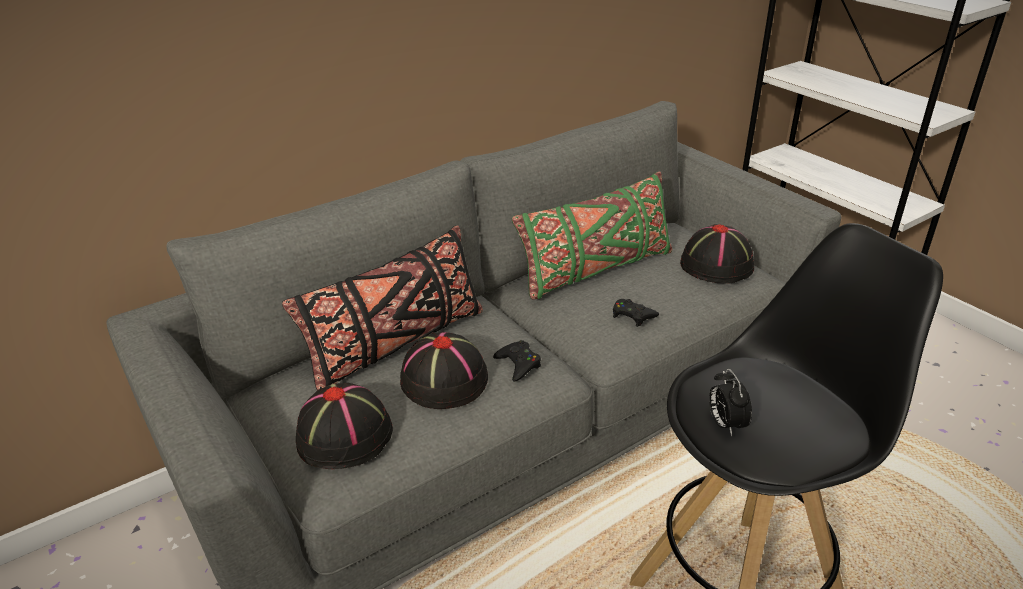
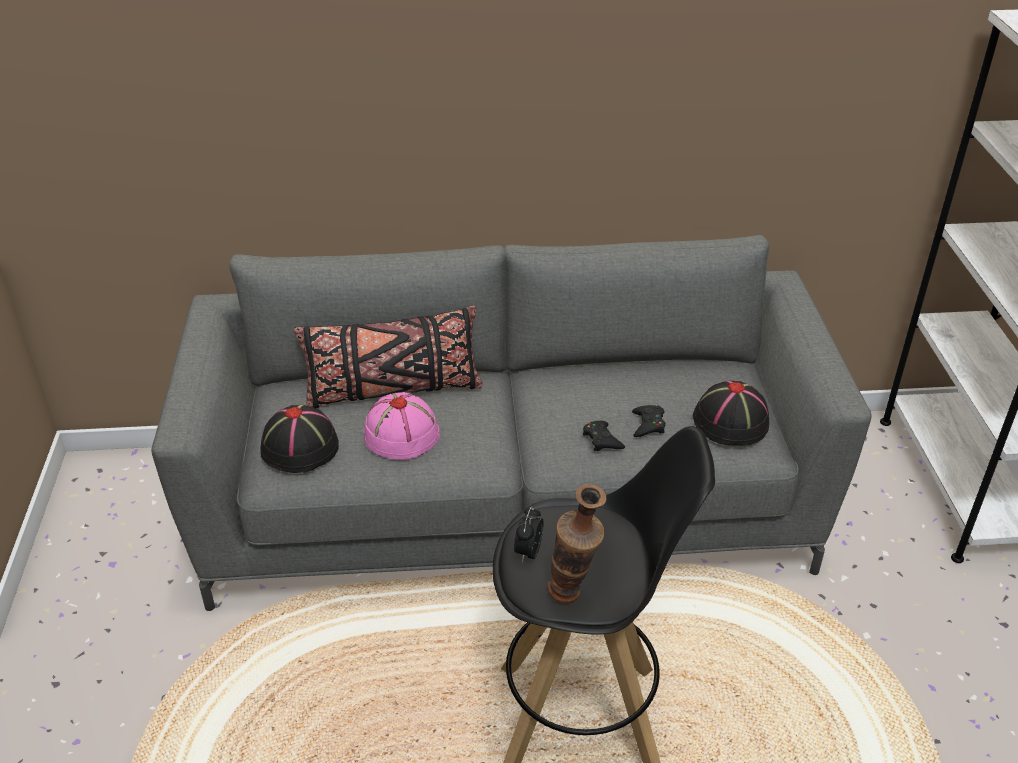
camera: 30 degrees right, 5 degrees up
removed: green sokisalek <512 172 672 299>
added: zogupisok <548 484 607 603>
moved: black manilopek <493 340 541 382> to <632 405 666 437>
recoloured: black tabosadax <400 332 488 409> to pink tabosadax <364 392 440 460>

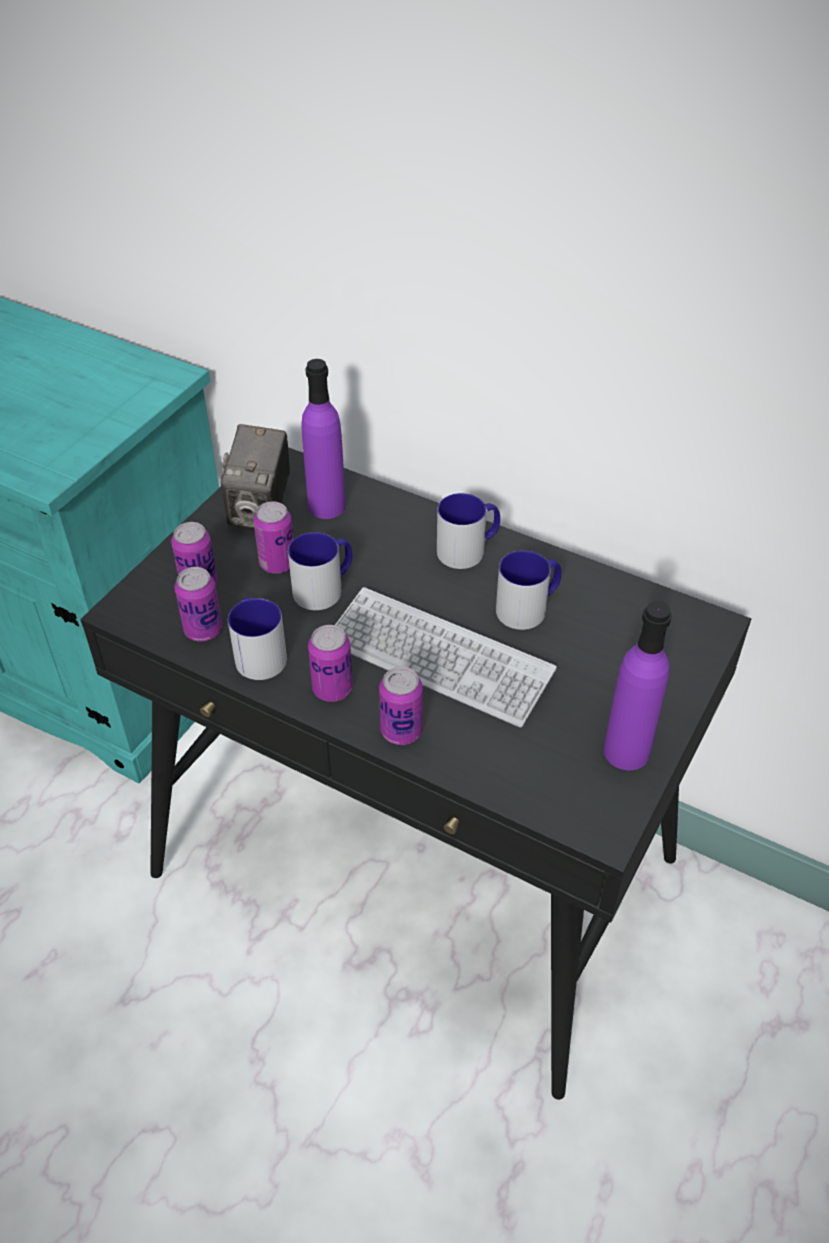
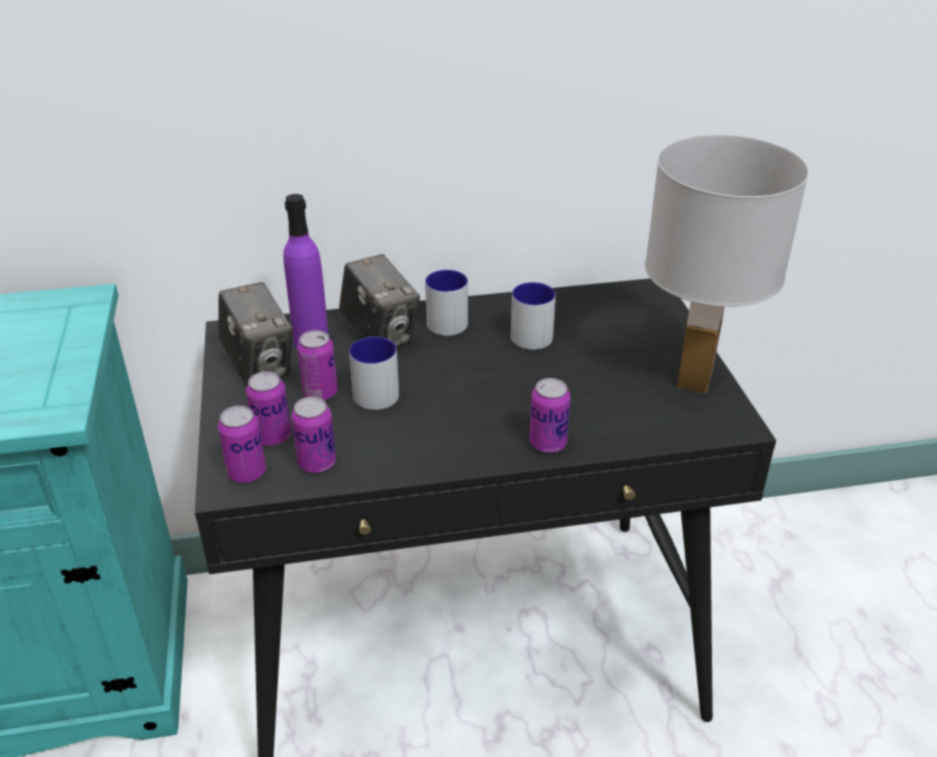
camera: 40 degrees left, 10 degrees down
removed: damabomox <335 587 557 728>; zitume <228 597 287 680>
added: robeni <339 254 420 347>
moved: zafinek <308 625 353 702> to <218 405 266 483>
replaced: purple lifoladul <604 601 672 770> to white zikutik <645 135 809 393>

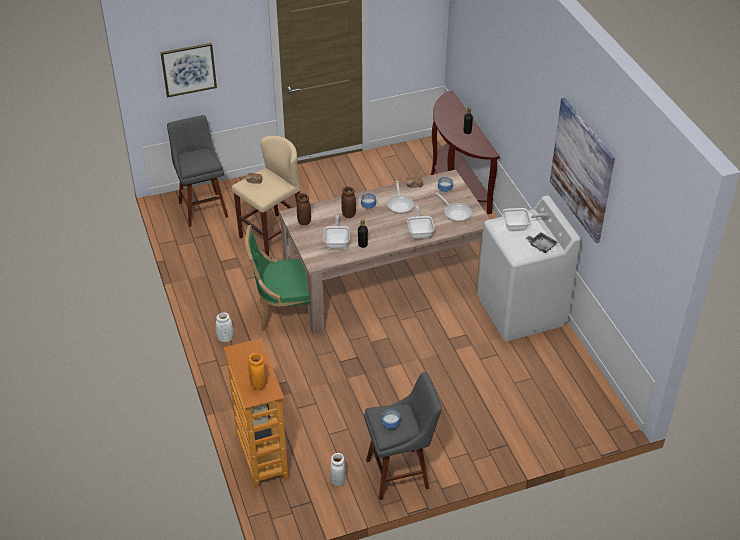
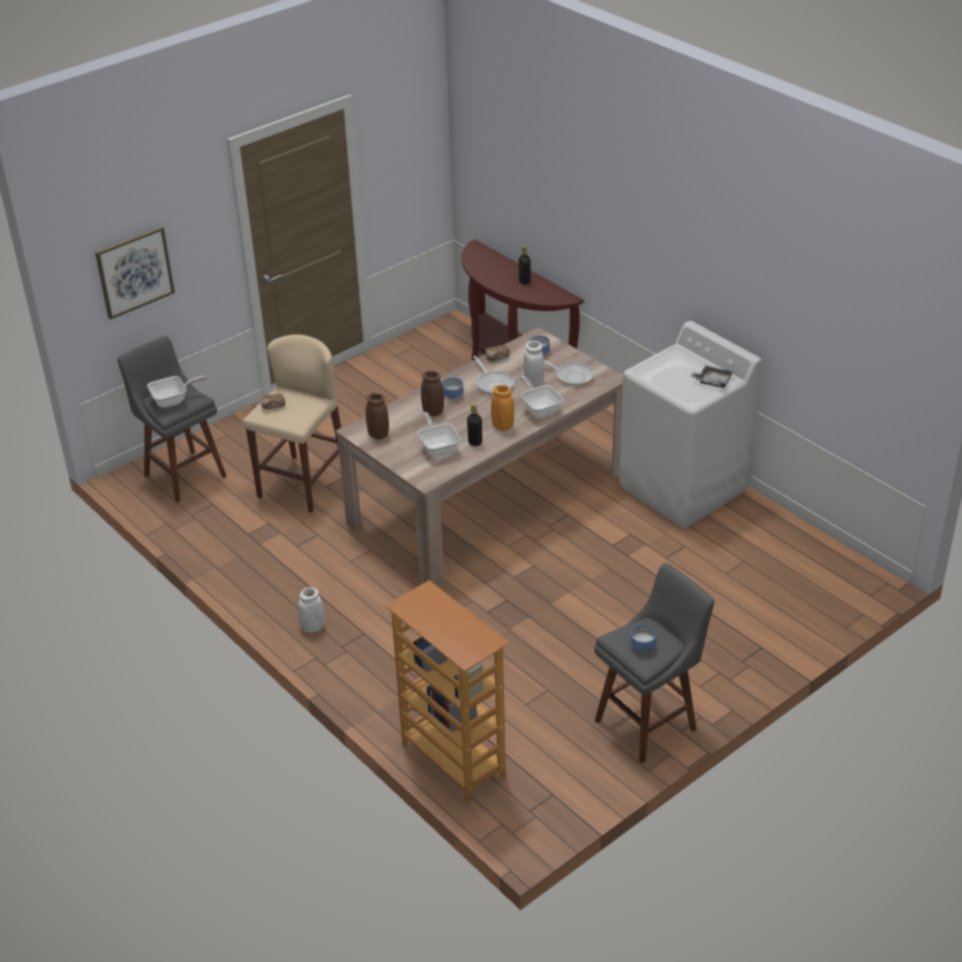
camera: 20 degrees left, 5 degrees down
removed: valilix <550 98 615 243>; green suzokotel <245 225 310 331>
moved: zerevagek <503 208 548 231> to <147 376 208 408>; orange zogupisok <248 353 267 389> to <491 385 514 431>; white zogupisok <330 453 346 486> to <524 341 544 386>

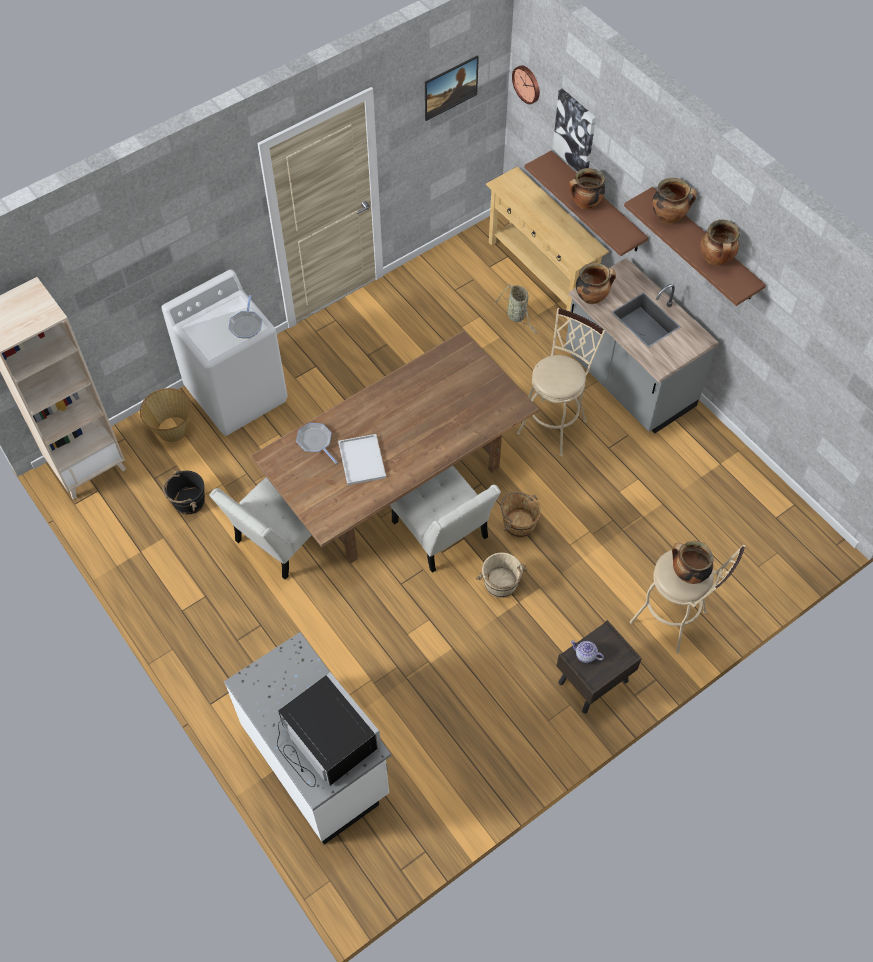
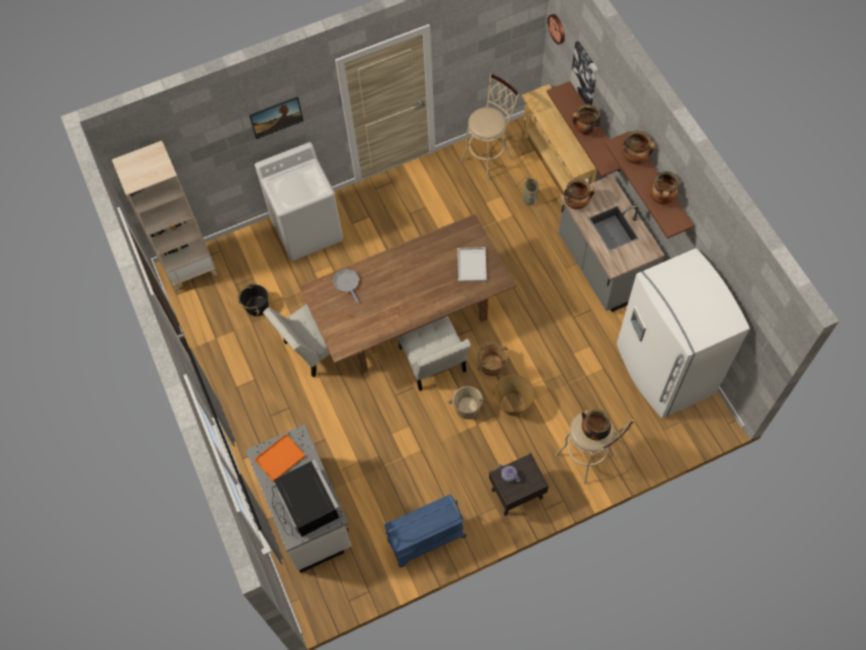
camera: 15 degrees right, 5 degrees up
removed: zerevagek <228 295 262 338>
added: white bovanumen <617 248 750 418>; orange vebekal <254 433 306 482>; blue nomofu <384 494 466 568>
moved: valilix <425 55 479 121> to <249 96 303 139>; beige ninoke <517 308 605 457> to <461 73 519 181>; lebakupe <140 388 192 442> to <493 375 535 416>; white vebekal <338 434 386 485> to <457 247 487 282>

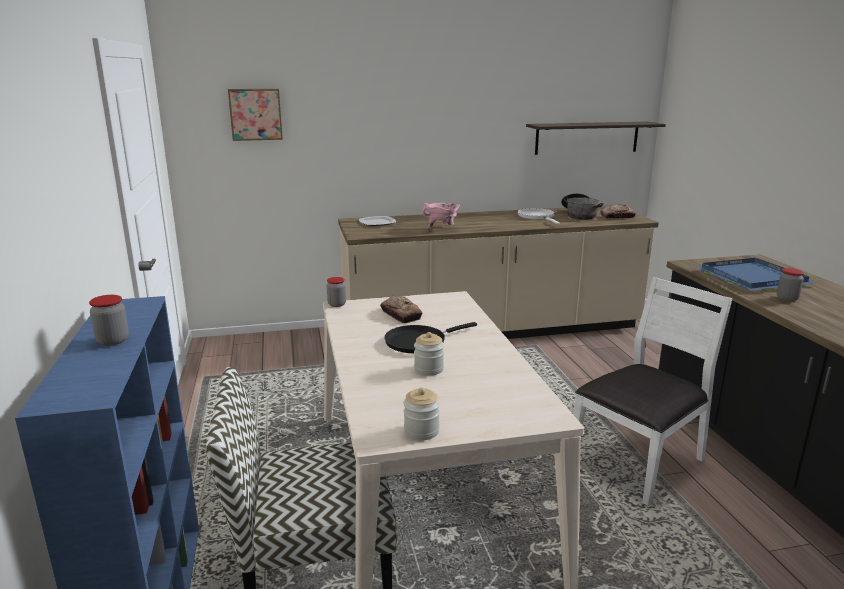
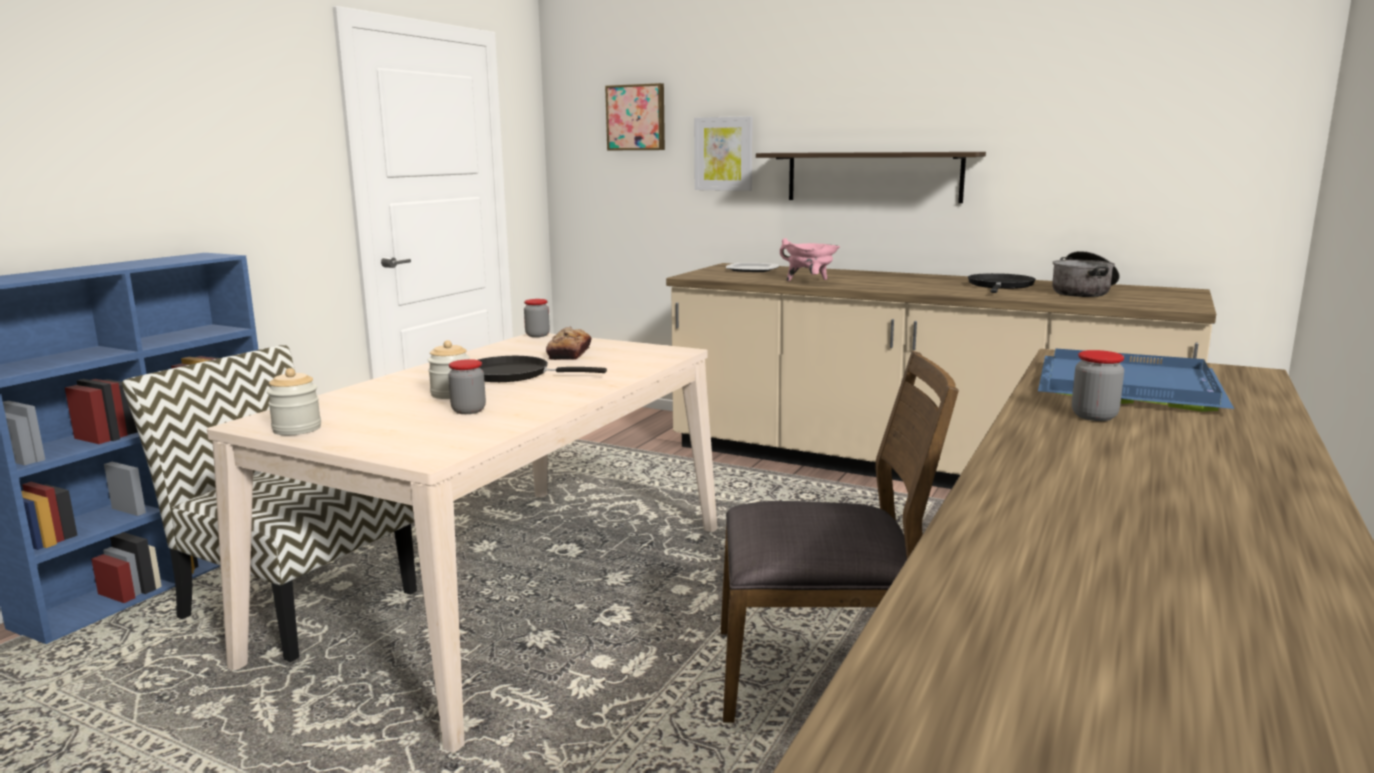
camera: 40 degrees right, 5 degrees down
removed: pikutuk <600 204 636 219>
added: valilix <694 116 753 191>
moved: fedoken <526 122 666 155> to <756 152 986 203>; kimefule <89 295 129 346> to <448 359 486 414>
recoloured: white zerevagek <517 208 559 224> to black zerevagek <968 273 1035 293>; white suzokotel <573 277 732 506> to brown suzokotel <721 351 959 723>

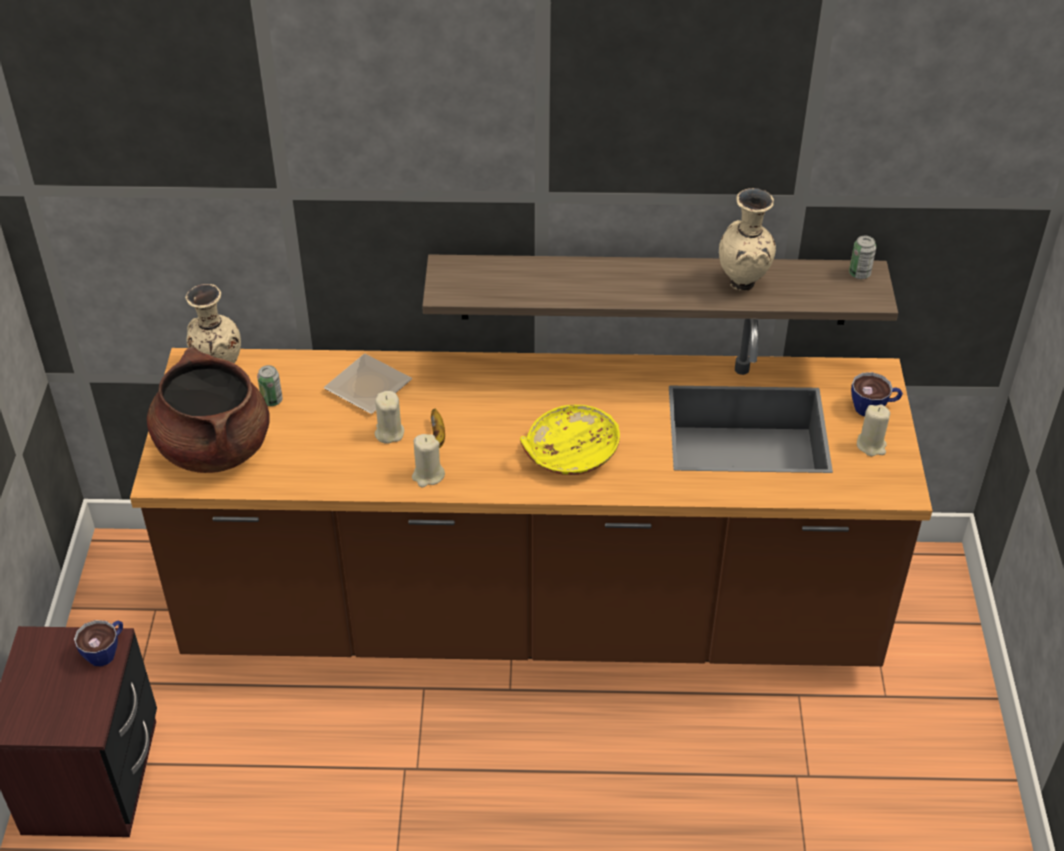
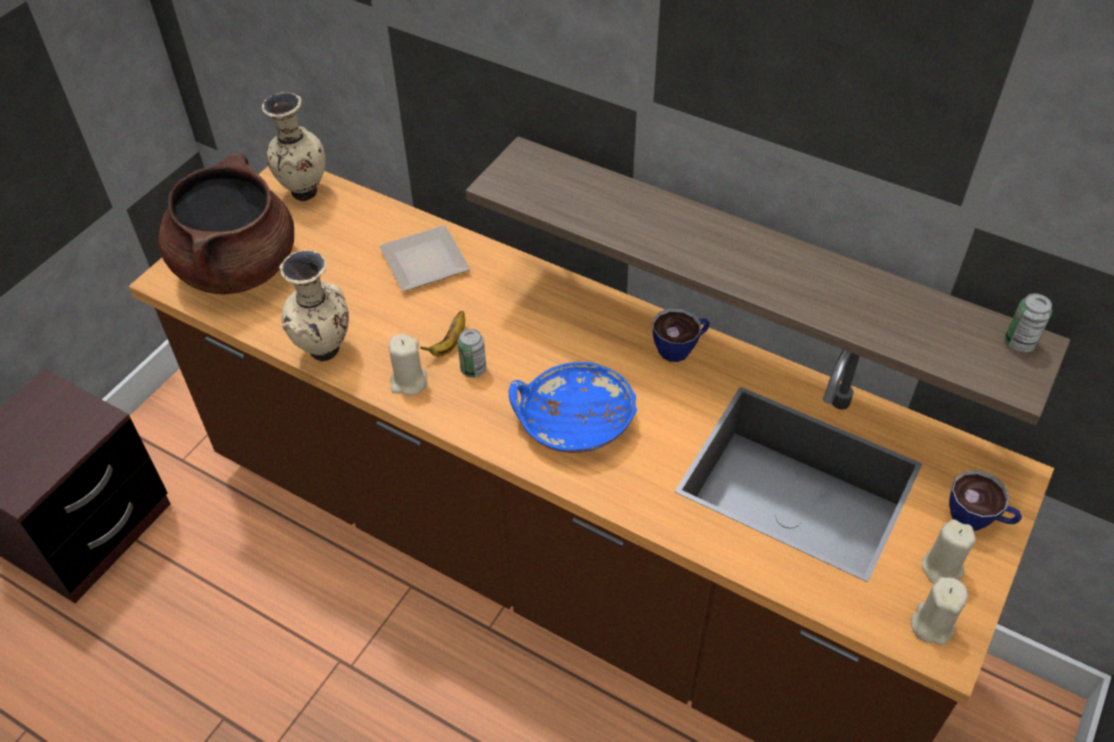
camera: 30 degrees right, 5 degrees up
moved: beige zogupisok <719 188 776 291> to <279 250 349 361>; zafinek <257 365 283 406> to <457 329 486 378>; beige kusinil <375 391 404 444> to <911 577 968 645>; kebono <74 620 123 666> to <653 308 710 362>
recoloured: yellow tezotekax <520 405 620 475> to blue tezotekax <509 362 637 453>

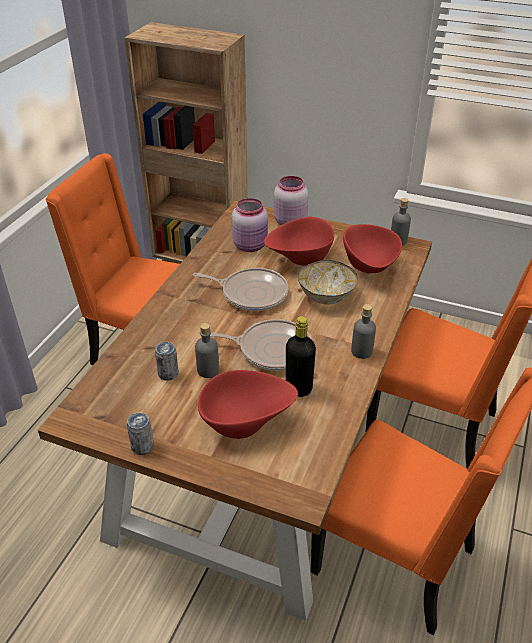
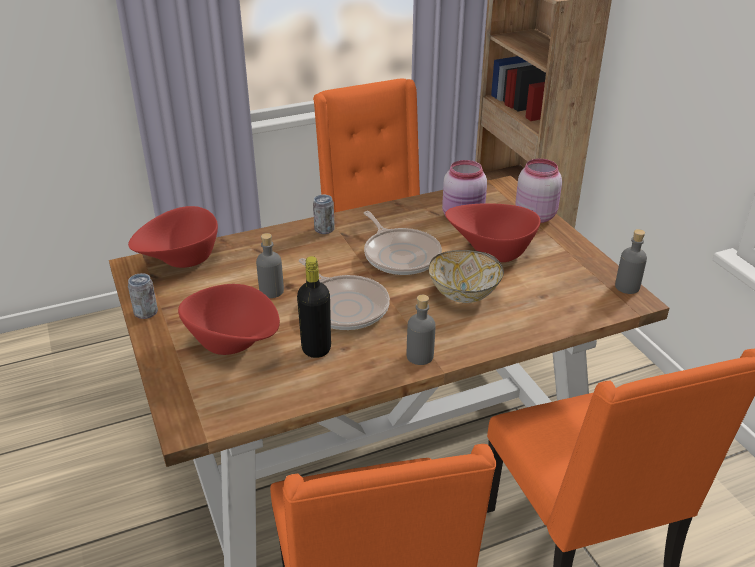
camera: 45 degrees right, 5 degrees down
moved: red tezotekax <343 224 402 273> to <128 206 218 268>; zafinek <155 342 179 381> to <313 195 335 234>

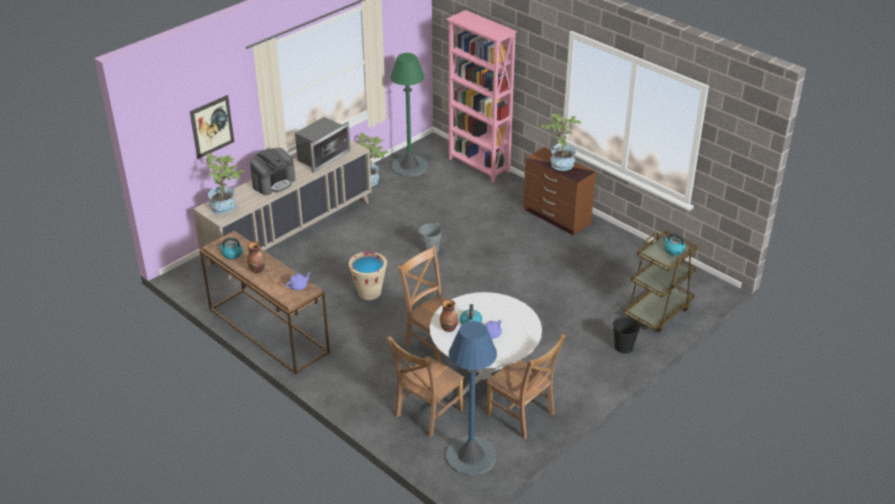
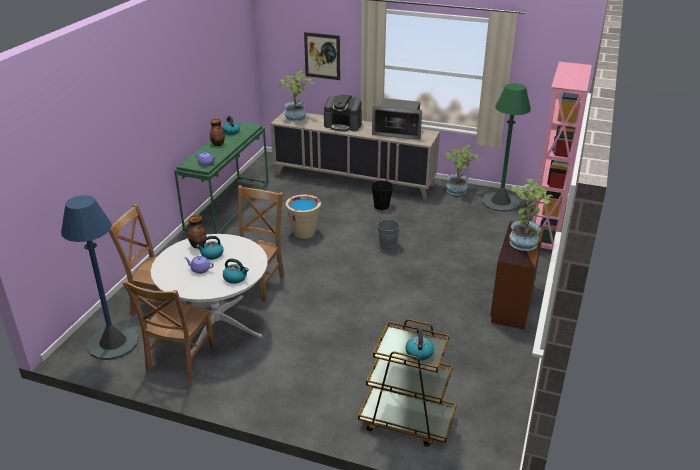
camera: 65 degrees right, 5 degrees down
added: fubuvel <223 259 249 284>
moved: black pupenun <613 317 640 353> to <371 180 393 210>
recoloured: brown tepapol <200 231 330 375> to green tepapol <174 121 269 234>

